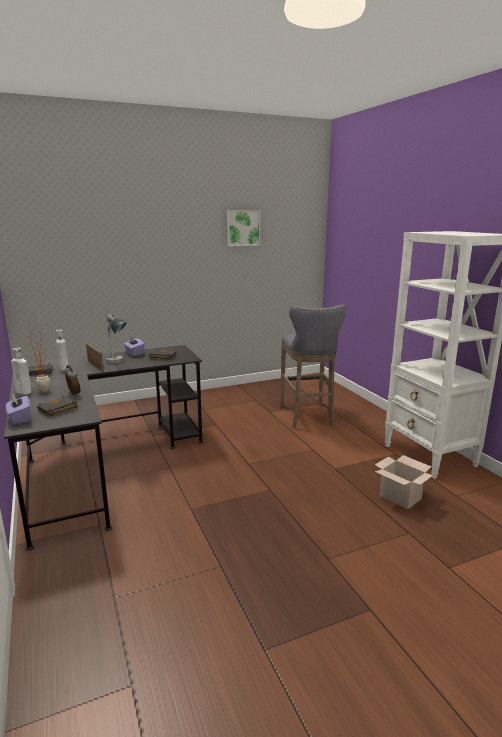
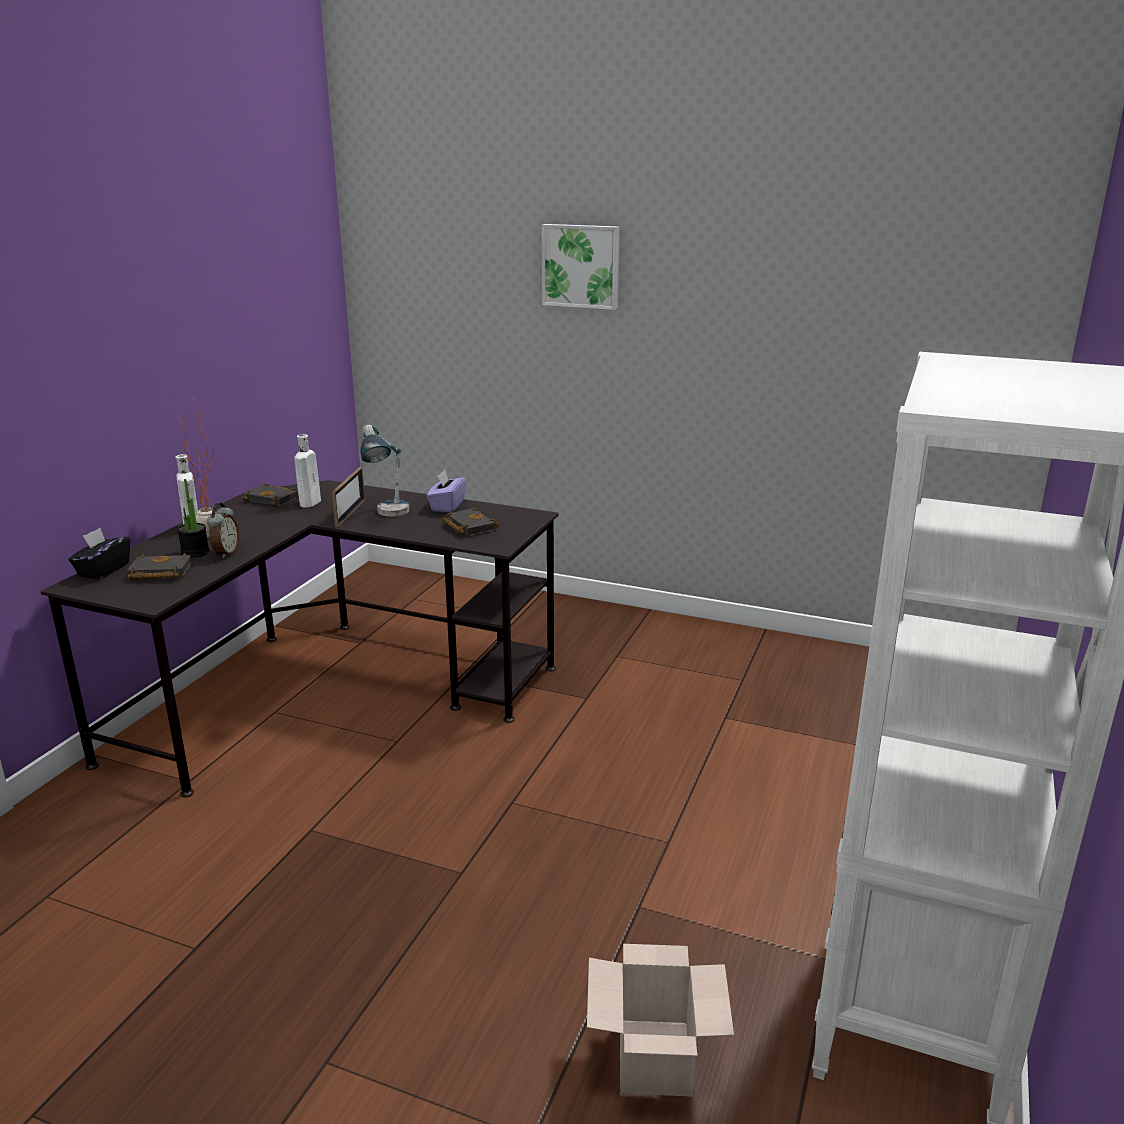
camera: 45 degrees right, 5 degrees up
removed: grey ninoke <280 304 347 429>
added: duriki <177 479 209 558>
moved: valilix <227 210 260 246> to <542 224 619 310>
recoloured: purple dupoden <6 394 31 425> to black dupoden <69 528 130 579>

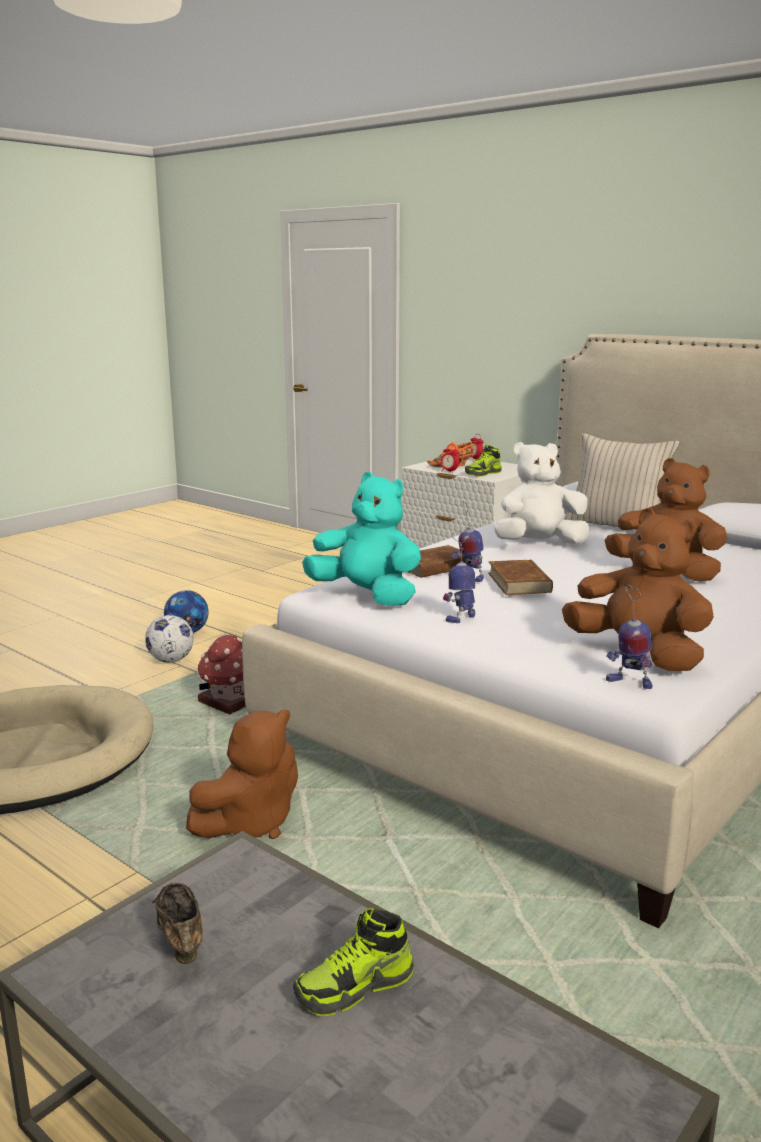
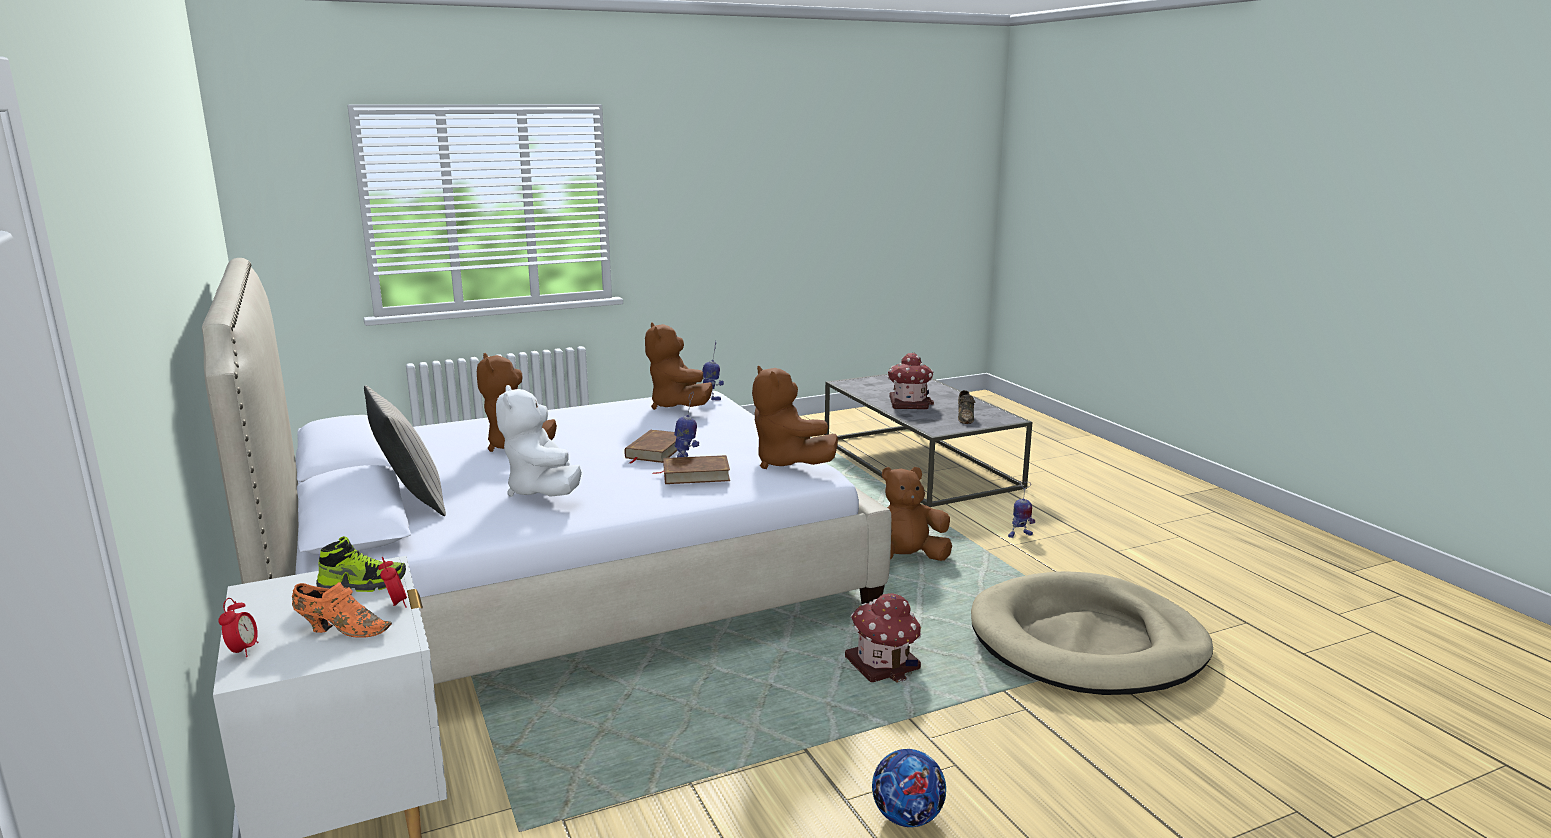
camera: 155 degrees left, 0 degrees up
removed: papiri <145 615 194 663>
moved: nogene <443 531 475 623> to <1008 481 1035 538>
replaced: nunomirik <293 908 414 1016> to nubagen <888 353 934 409>
recoloured: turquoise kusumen <302 472 421 606> to brown kusumen <752 366 838 469>
turned: white kusumen <494 442 590 544> = <496 385 582 497> 60 degrees clockwise

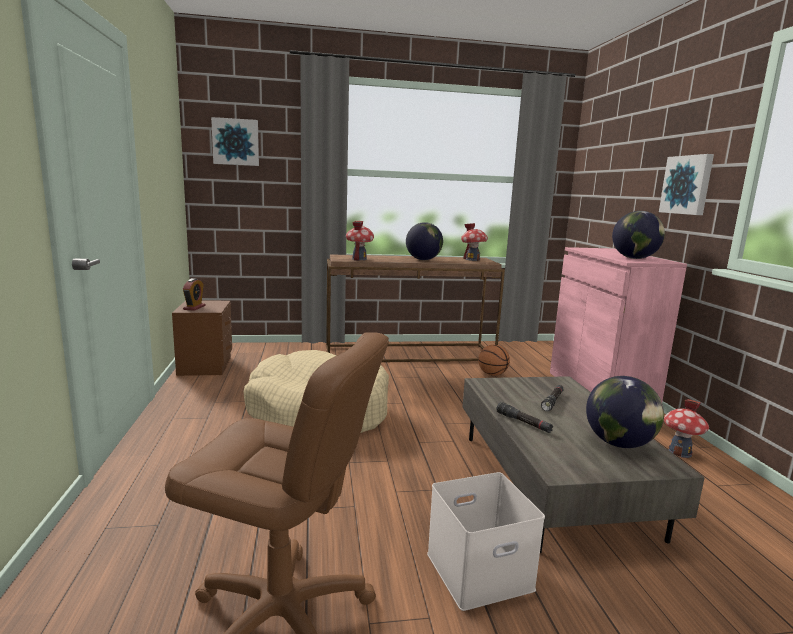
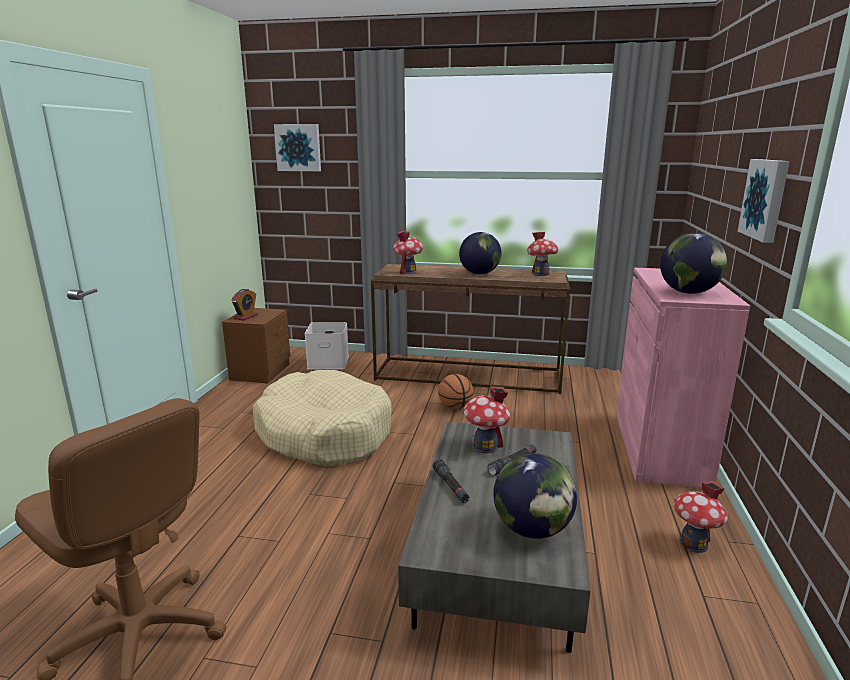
camera: 20 degrees right, 5 degrees up
added: nubagen <463 386 511 453>
moved: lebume <478 345 510 376> to <438 374 473 409>; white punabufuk <427 472 545 611> to <305 322 349 369>

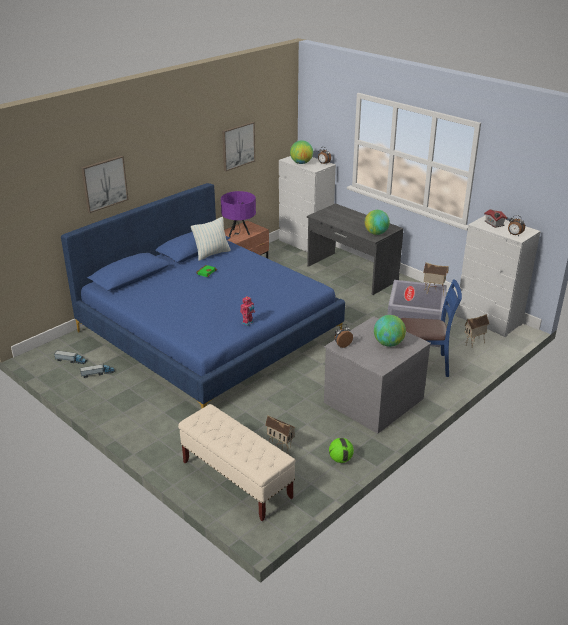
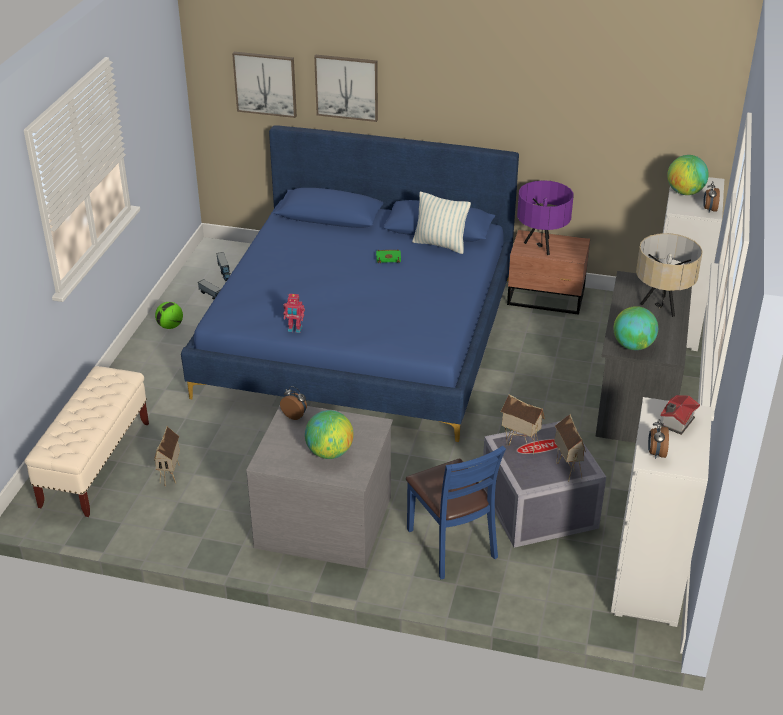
camera: 60 degrees right, 5 degrees up
added: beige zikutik <636 233 703 317>
moved: valilix <222 122 255 171> to <232 52 297 118>; nubagen <465 314 489 348> to <501 394 545 454>; papiri <329 438 354 463> to <155 302 183 329>

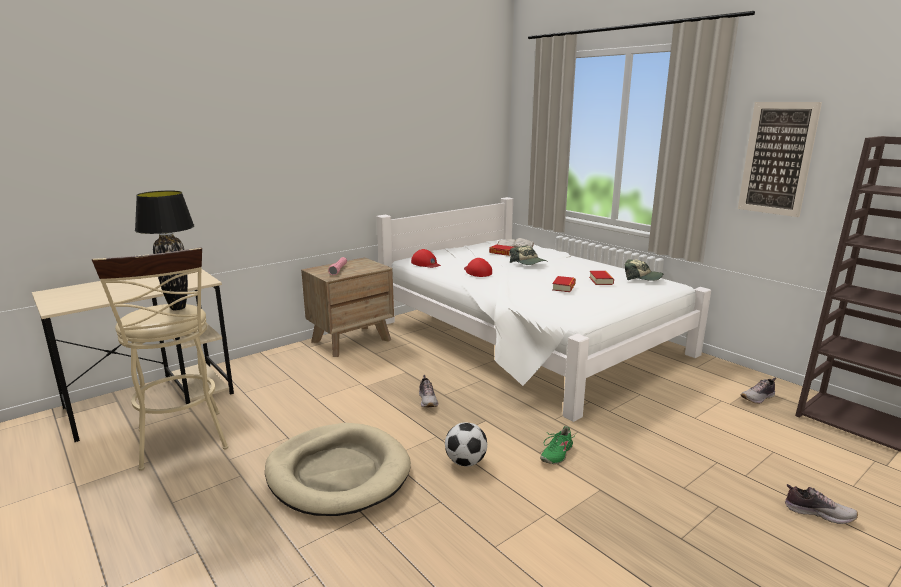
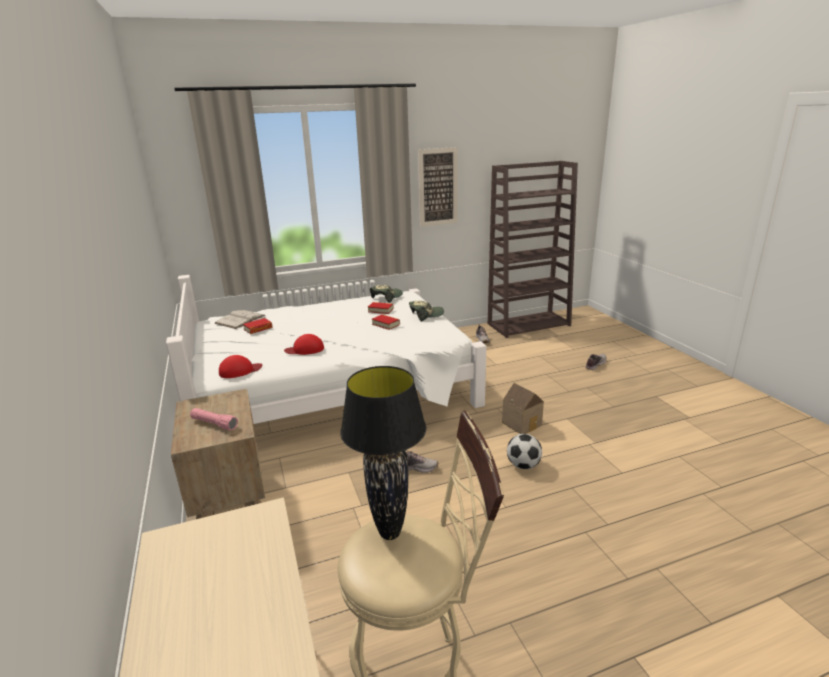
camera: 70 degrees left, 5 degrees up
removed: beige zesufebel <265 423 411 516>
moved: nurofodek <510 246 548 265> to <409 301 444 322>
replaced: green nunomirik <540 426 577 464> to nubagen <502 383 544 434>

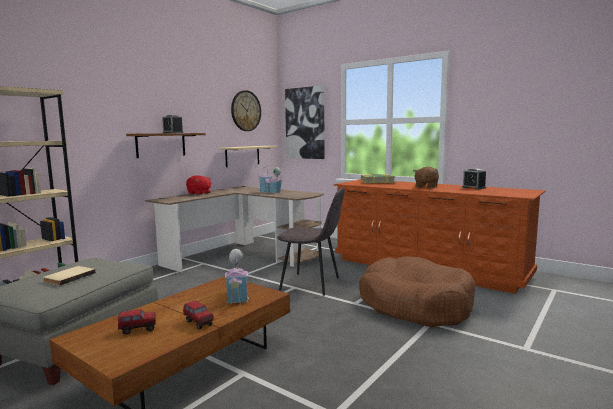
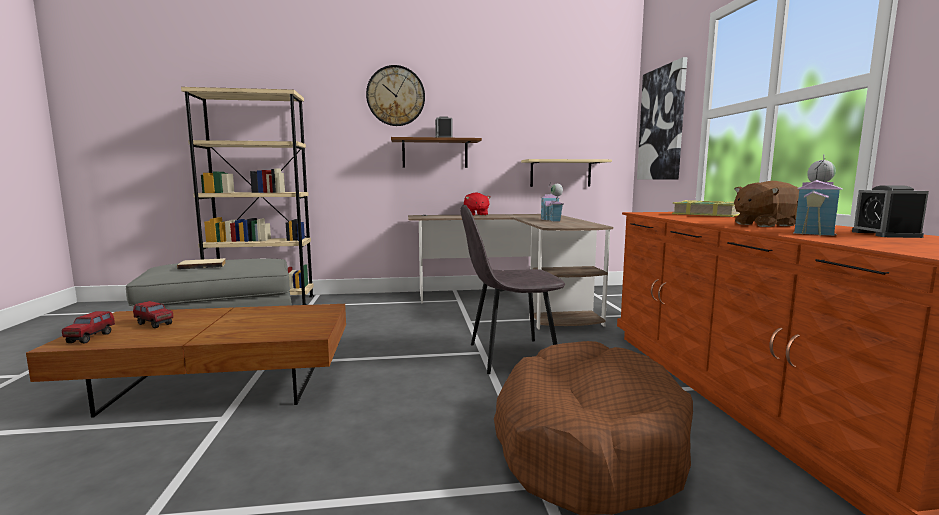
camera: 45 degrees right, 0 degrees up
moved: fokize <231 90 261 131> to <366 65 425 126>; nubagen <225 249 249 305> to <793 154 843 236>; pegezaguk <183 301 213 329> to <62 311 115 343>
turned: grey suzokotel <277 188 345 296> = <460 205 565 374> 105 degrees clockwise

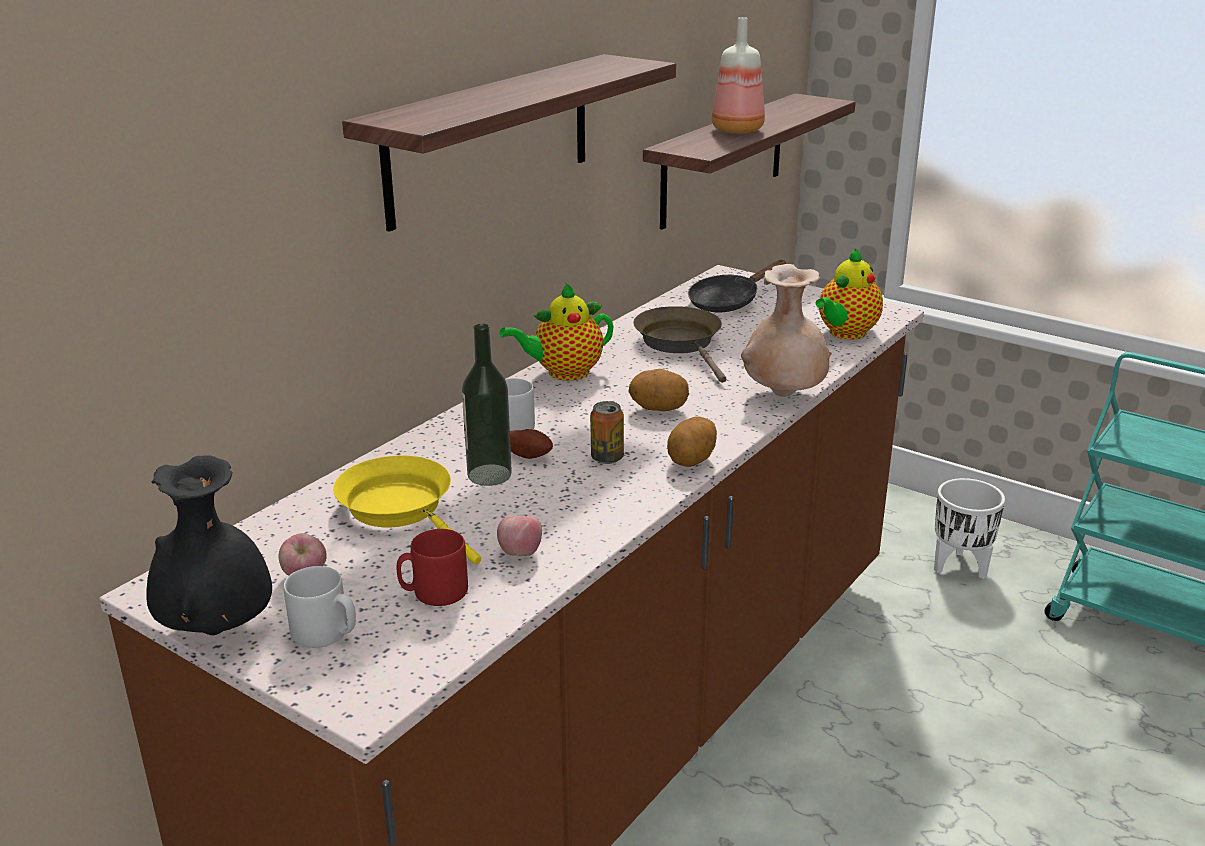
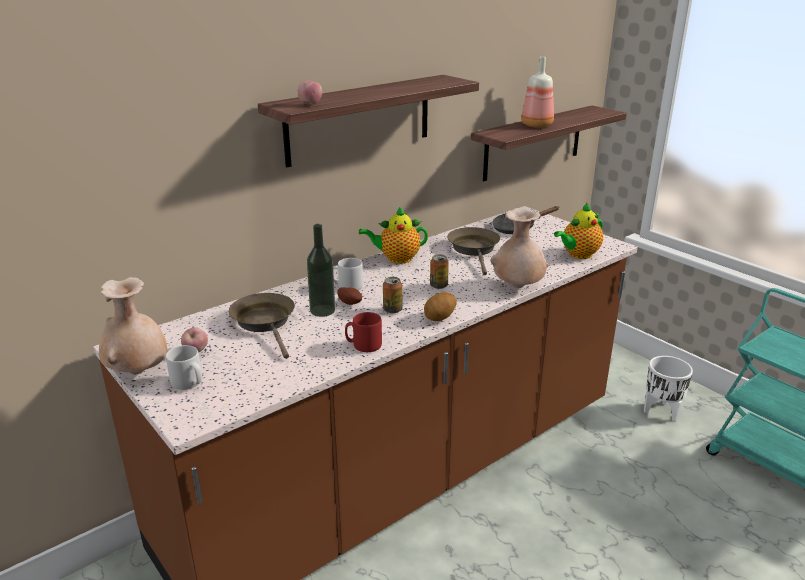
camera: 15 degrees right, 0 degrees up
moved: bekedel <497 516 542 556> to <298 81 322 105>; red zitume <397 529 468 606> to <345 312 382 352>
replaced: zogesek <628 369 689 411> to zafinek <430 254 449 289>
recoloured: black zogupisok <146 455 272 635> to beige zogupisok <99 277 167 375>; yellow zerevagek <333 456 481 565> to brown zerevagek <229 293 295 359>

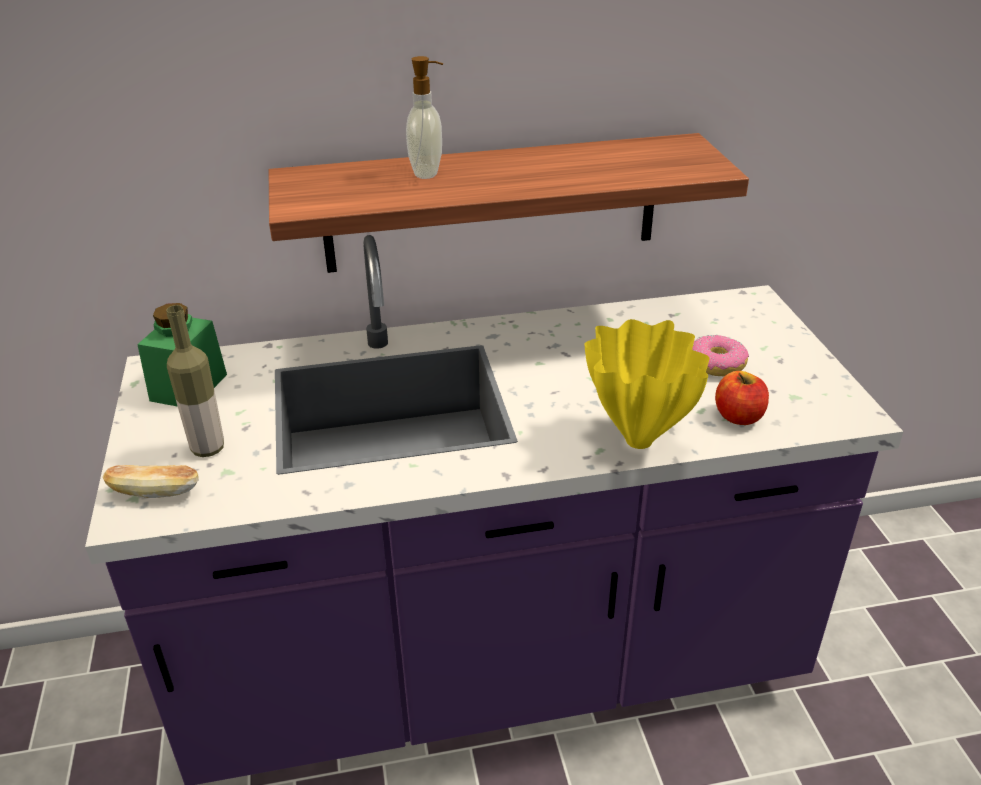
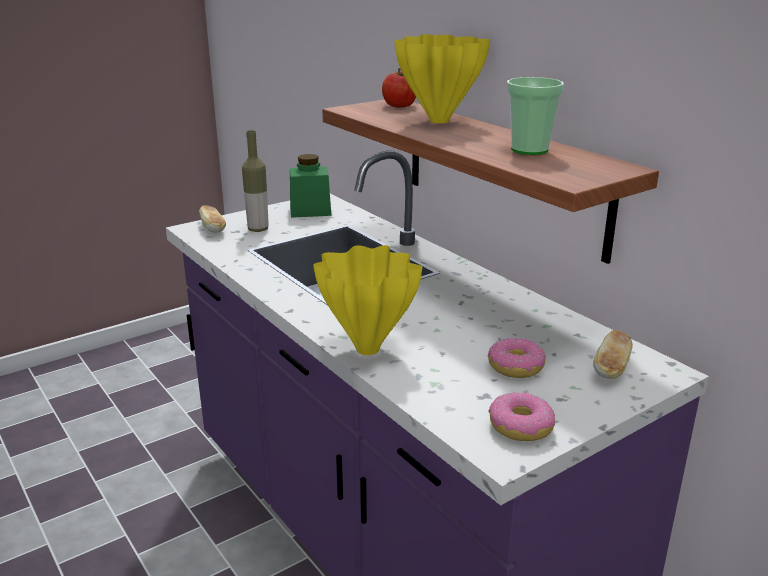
camera: 65 degrees right, 10 degrees down
added: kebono <507 77 564 155>; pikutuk <593 330 633 379>; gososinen <488 392 555 441>
moved: bekedel <715 371 769 425> to <382 68 416 107>
replaced: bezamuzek <406 56 443 179> to yellow zogupisok <394 34 490 123>

